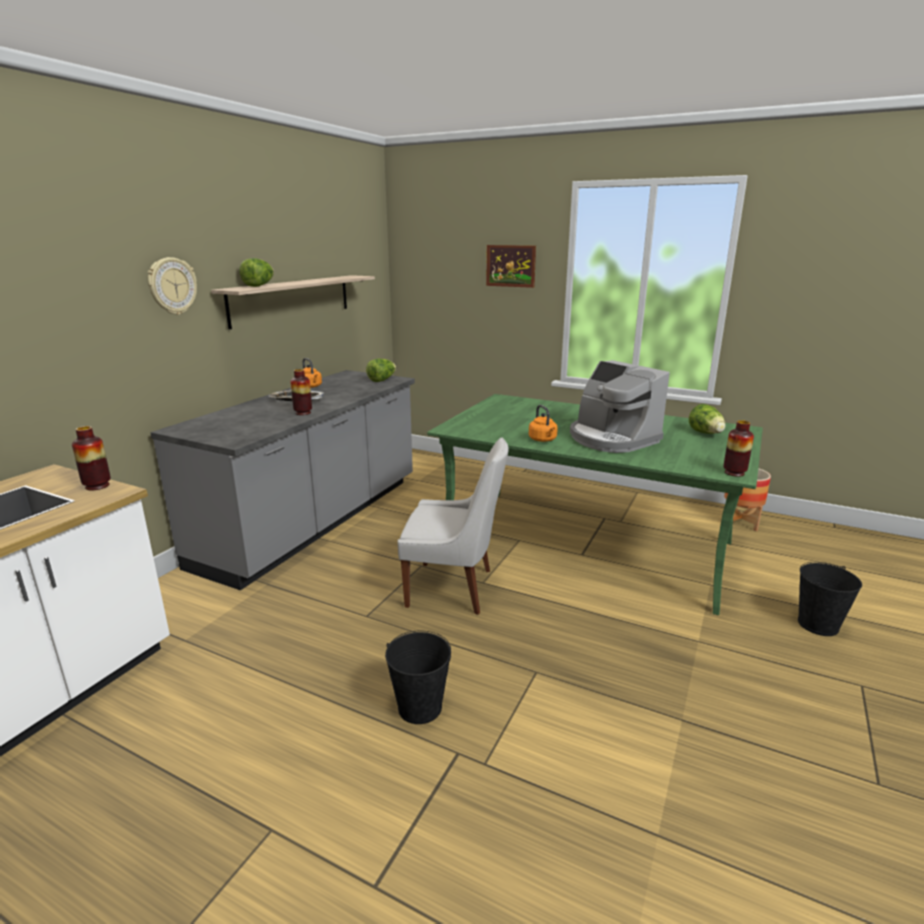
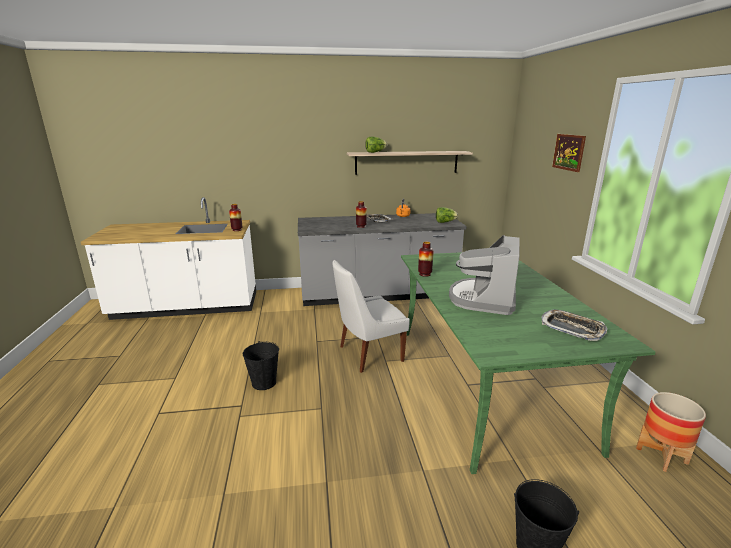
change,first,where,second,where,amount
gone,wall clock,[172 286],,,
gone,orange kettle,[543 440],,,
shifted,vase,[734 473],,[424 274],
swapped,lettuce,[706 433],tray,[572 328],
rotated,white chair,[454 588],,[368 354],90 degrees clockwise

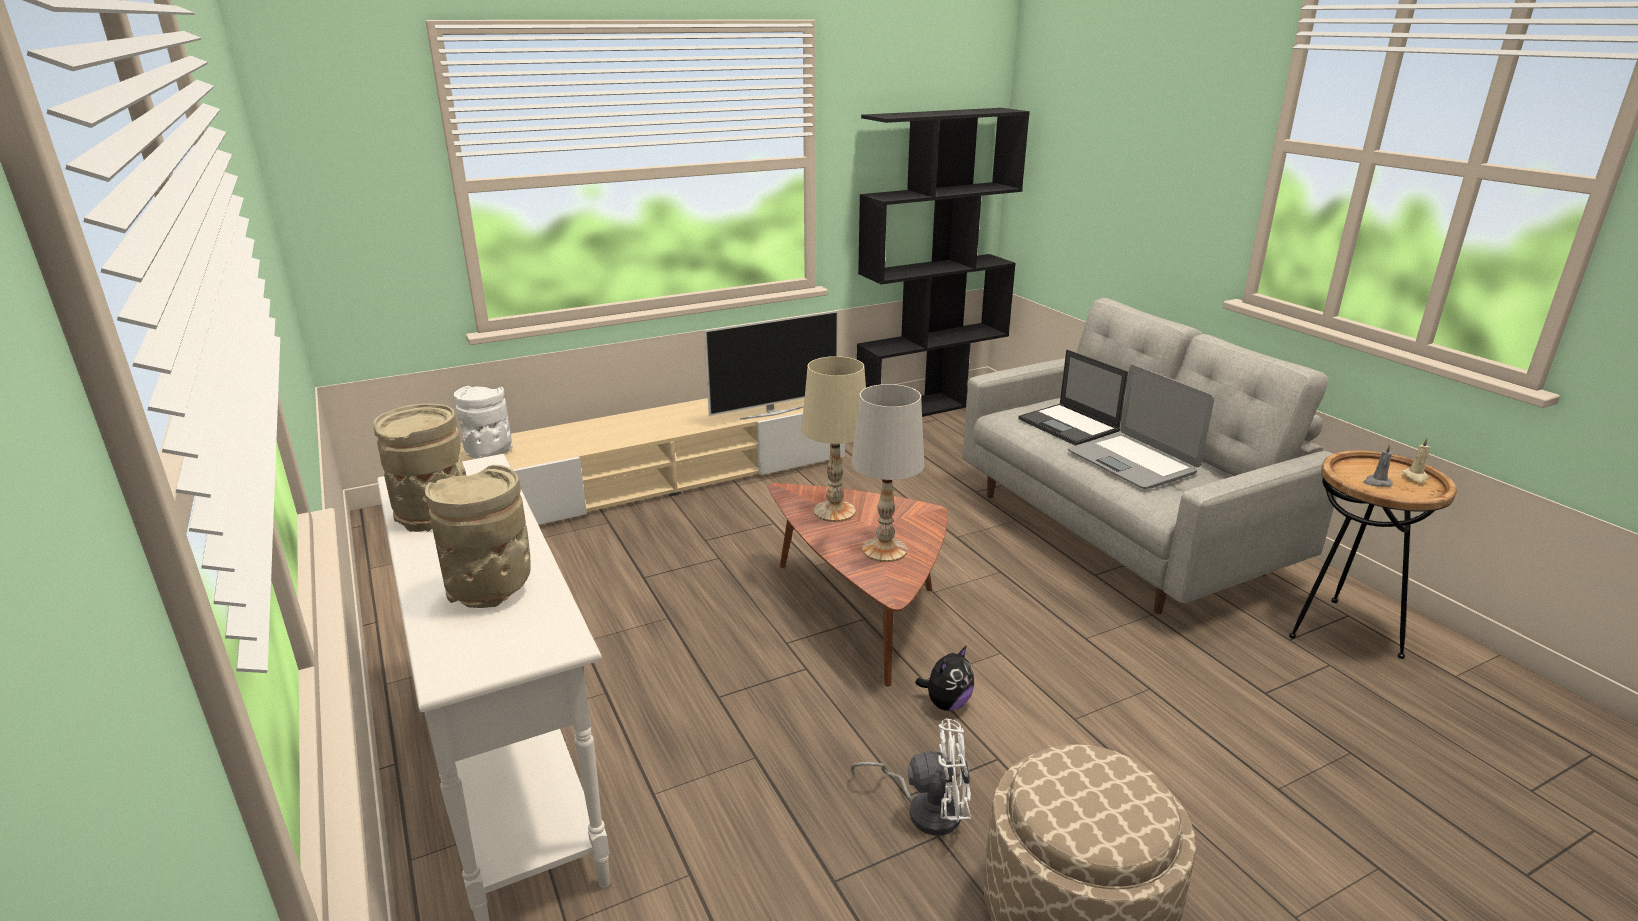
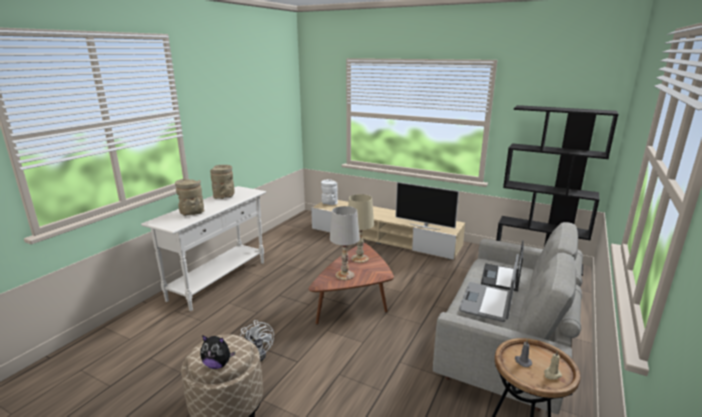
change,first,where,second,where,amount
shifted,plush toy,[946 703],,[218 364],

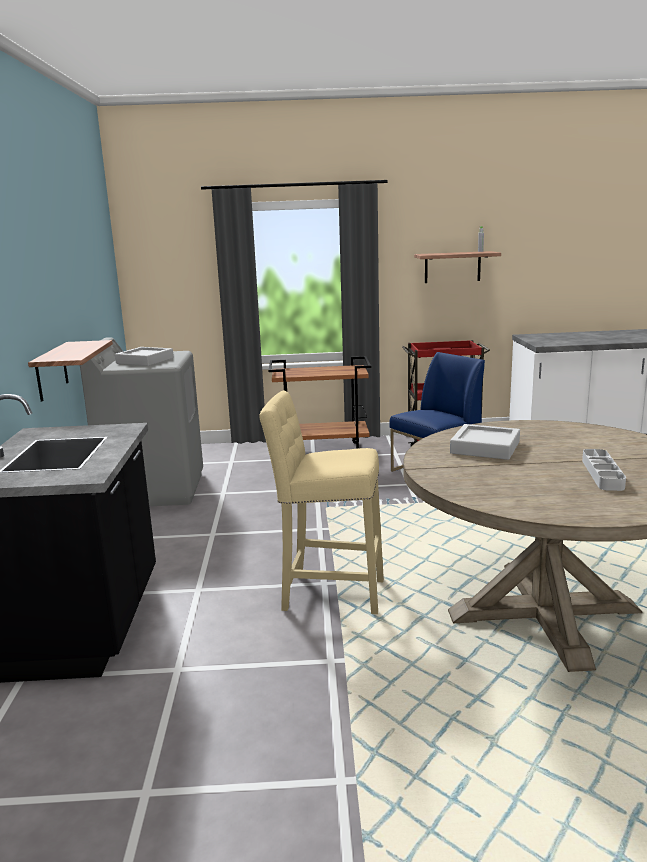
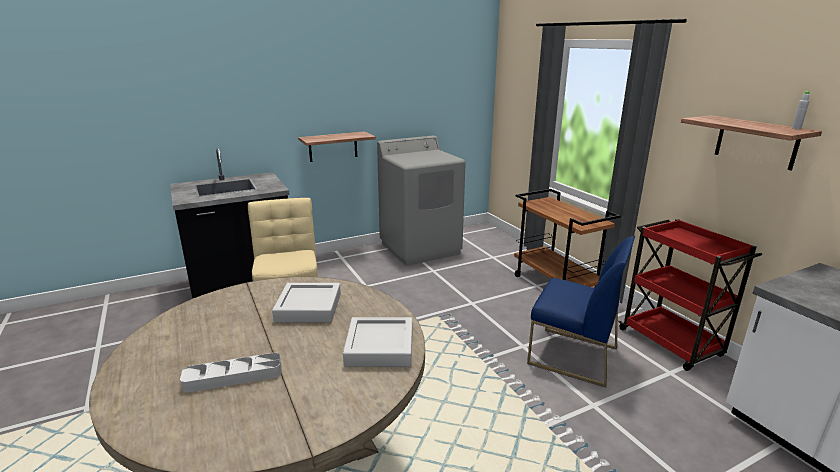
change,first,where,second,where,amount
shifted,grey tray,[145 361],,[380 347],

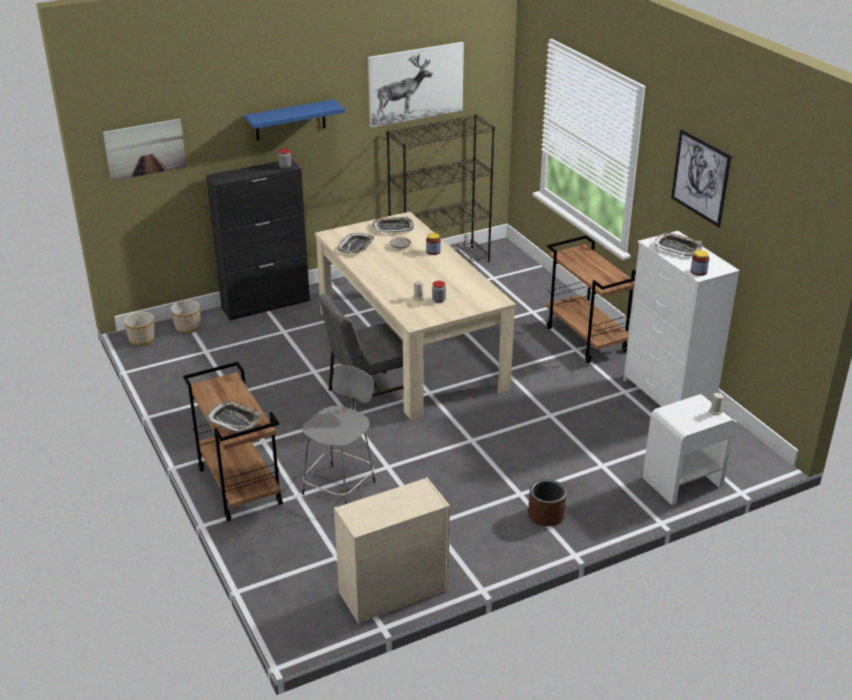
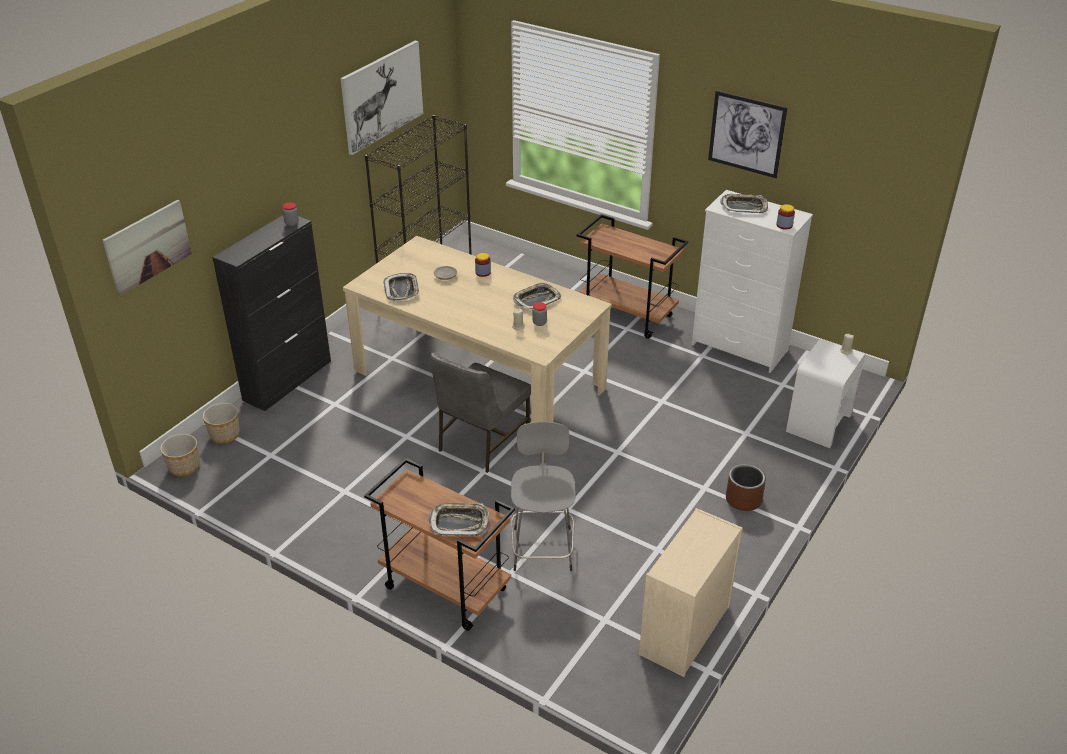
change,first,where,second,where,amount
gone,blue shelf,[290 120],,,
shifted,tray,[393 228],,[536 299],

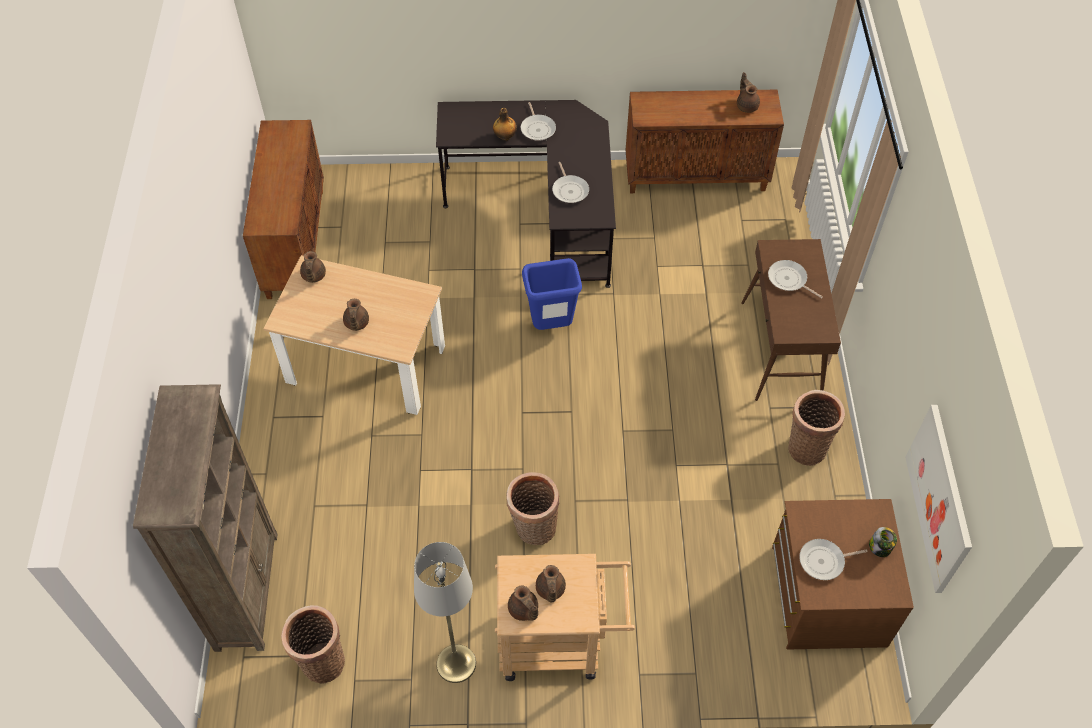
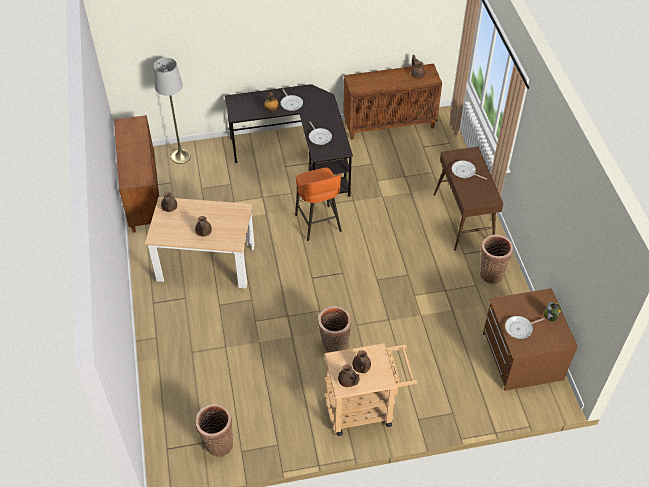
change,first,where,second,where,amount
gone,brown bookcase,[247 590],,,
gone,picture,[939 498],,,
shifted,grey floor lamp,[456 663],,[181 156],
swapped,blue trash can,[551 326],orange stool,[318 224],

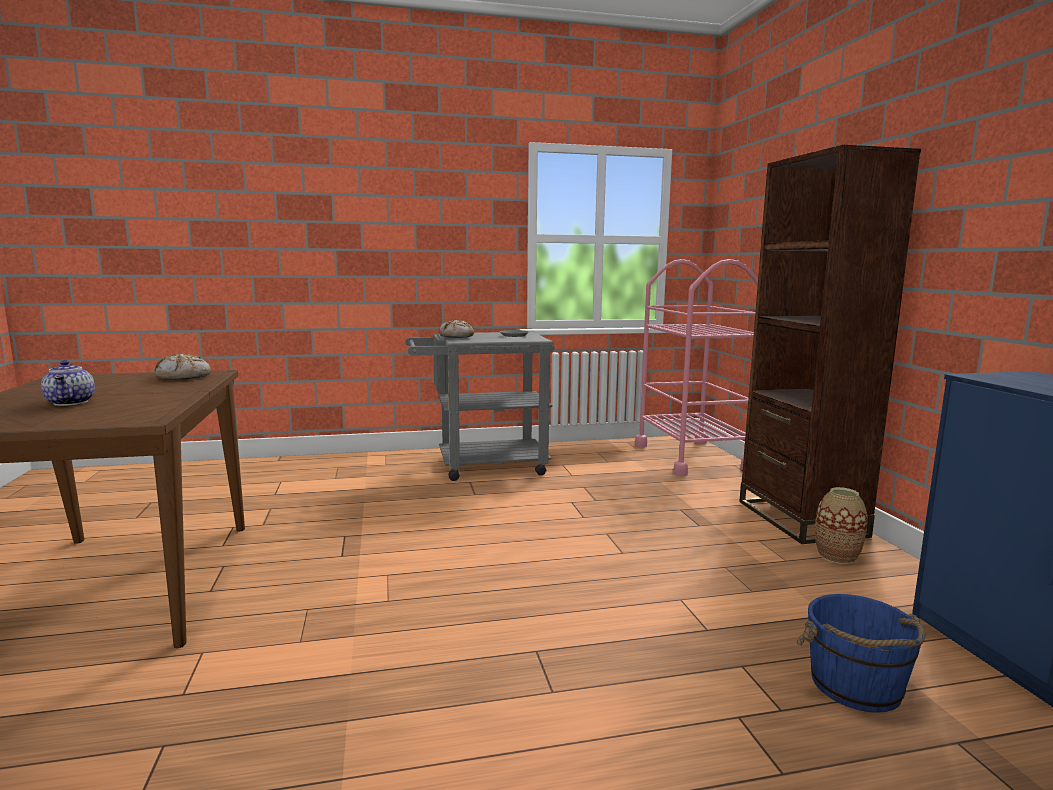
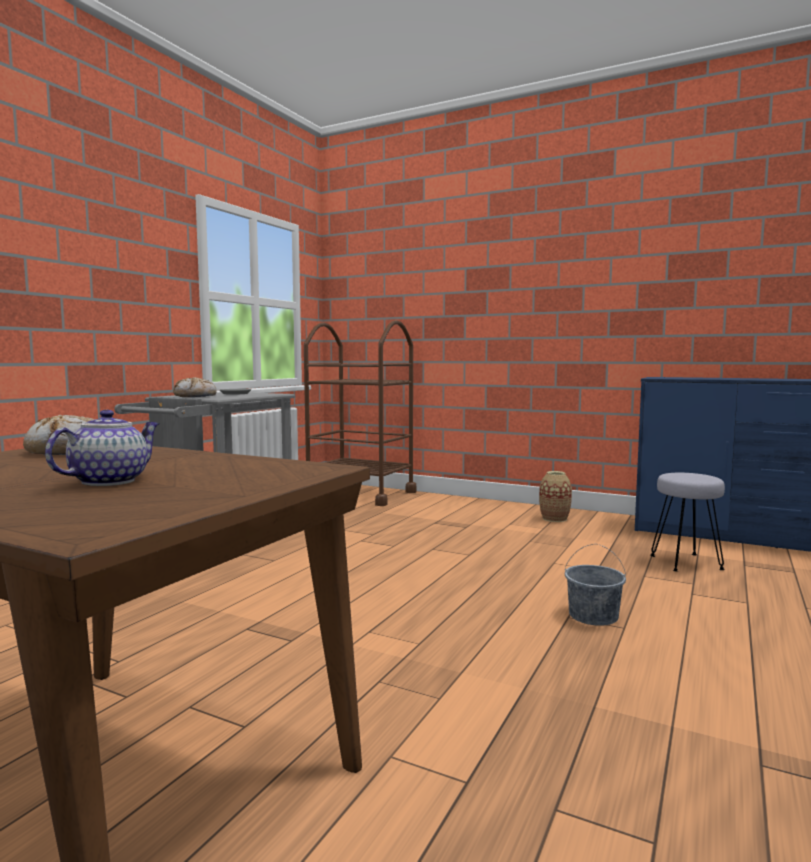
change,first,where,second,where,amount
gone,brown bookcase,[800 518],,,
new,,,grey bucket,[593 616],
swapped,blue bucket,[856 686],grey stool,[686 563],
repainted,pink cart,[691 457],brown cart,[360 494],
rotated,teapot,[72 402],,[109 481],75 degrees counterclockwise

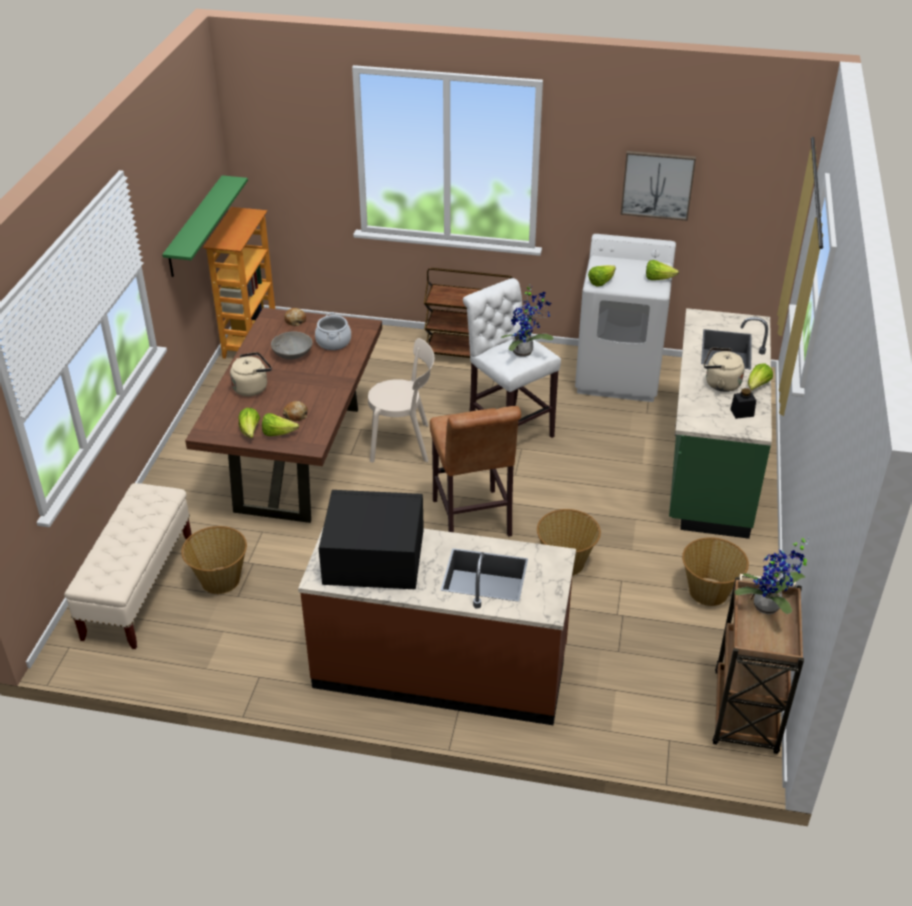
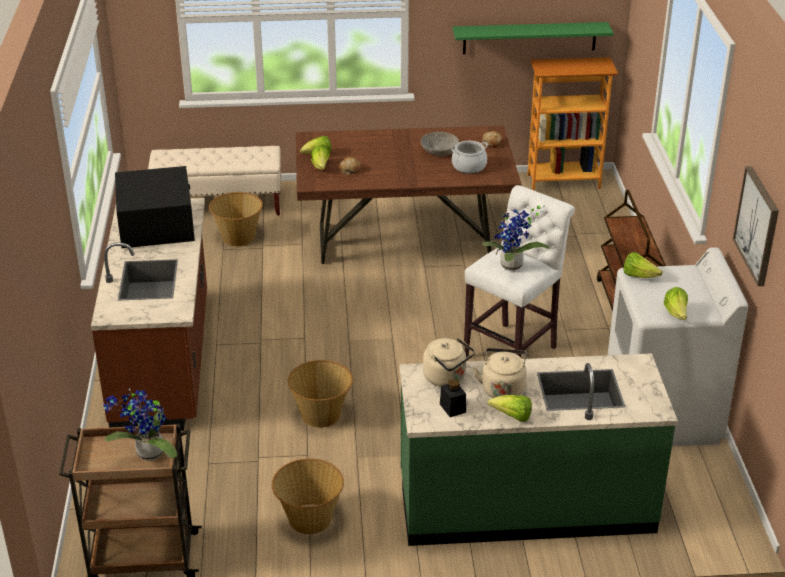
change,first,where,second,where,amount
gone,beige chair,[403 443],,,
gone,brown stool,[473 521],,,
shifted,beige kettle,[252 387],,[447 378],

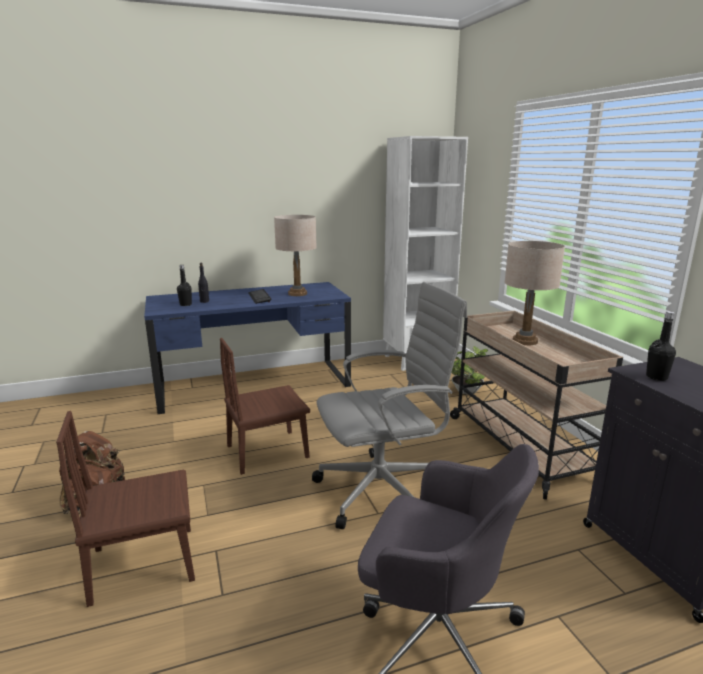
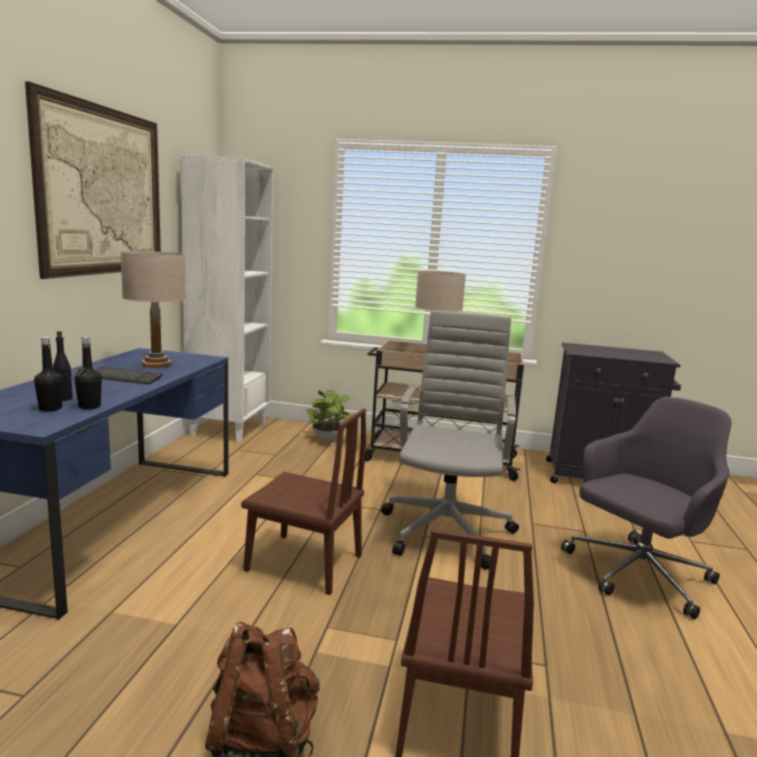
change,first,where,second,where,amount
new,,,picture,[103 191],
shifted,black bottle,[656 377],,[89 406],
rotated,brown chair,[267 451],,[304 563],75 degrees counterclockwise

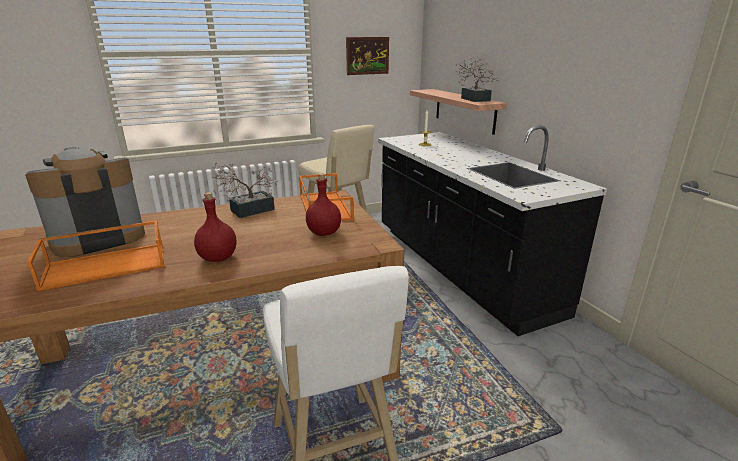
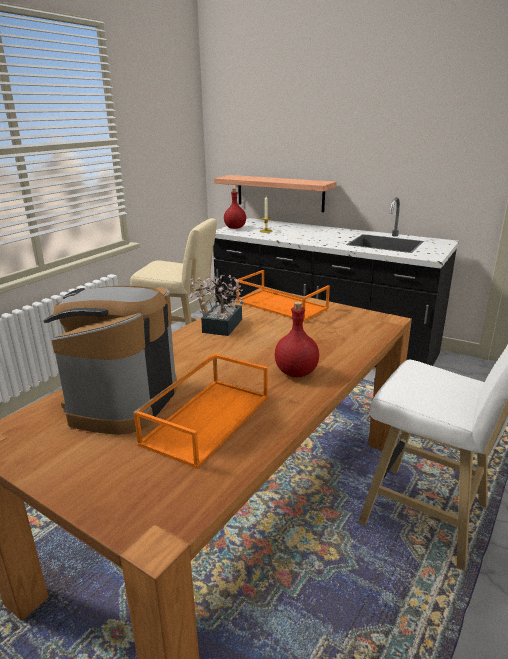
change,first,where,second,where,amount
gone,picture,[367 55],,,
gone,potted plant,[473 99],,,
shifted,red bottle,[324 233],,[235 228],

